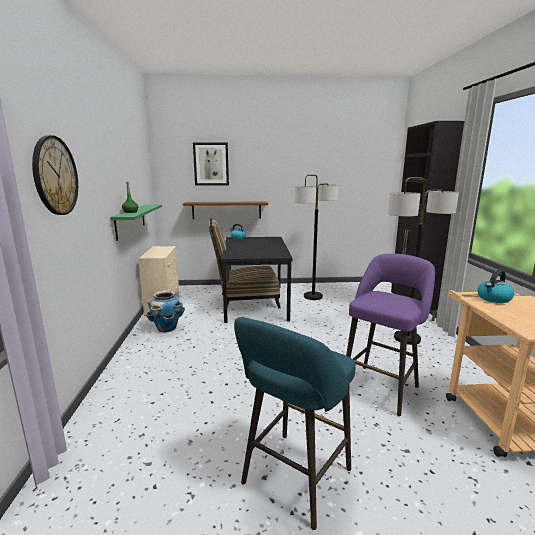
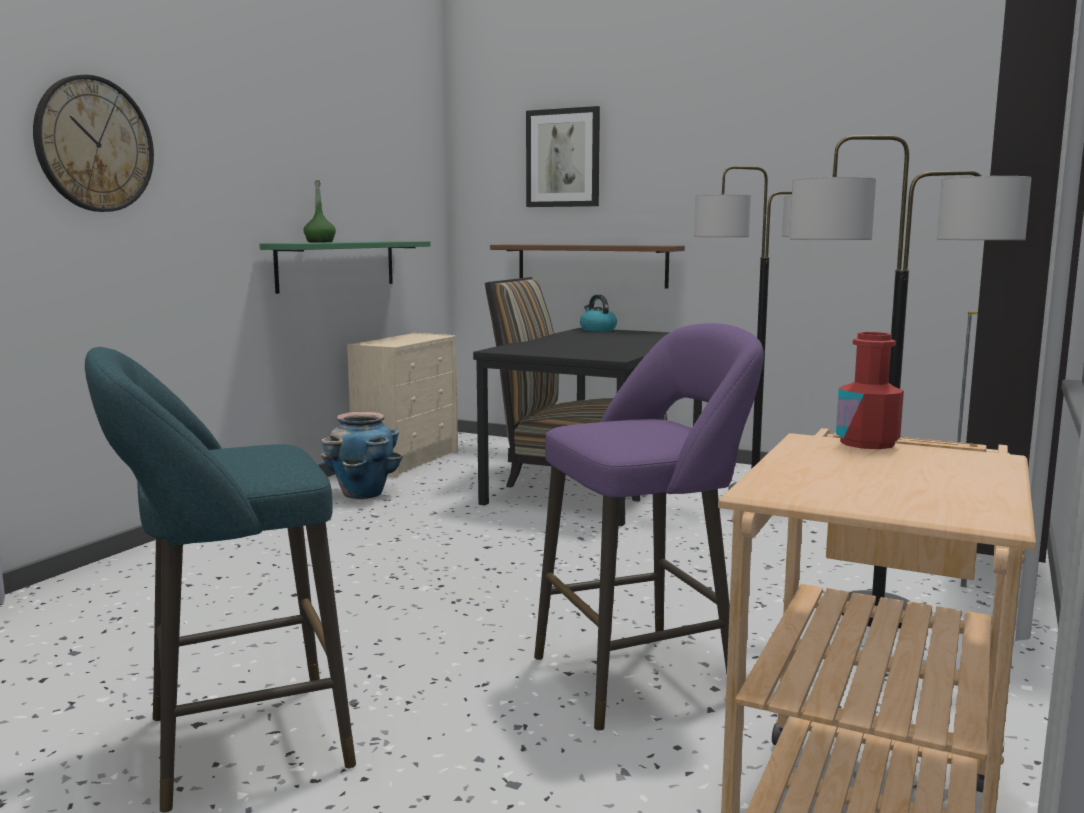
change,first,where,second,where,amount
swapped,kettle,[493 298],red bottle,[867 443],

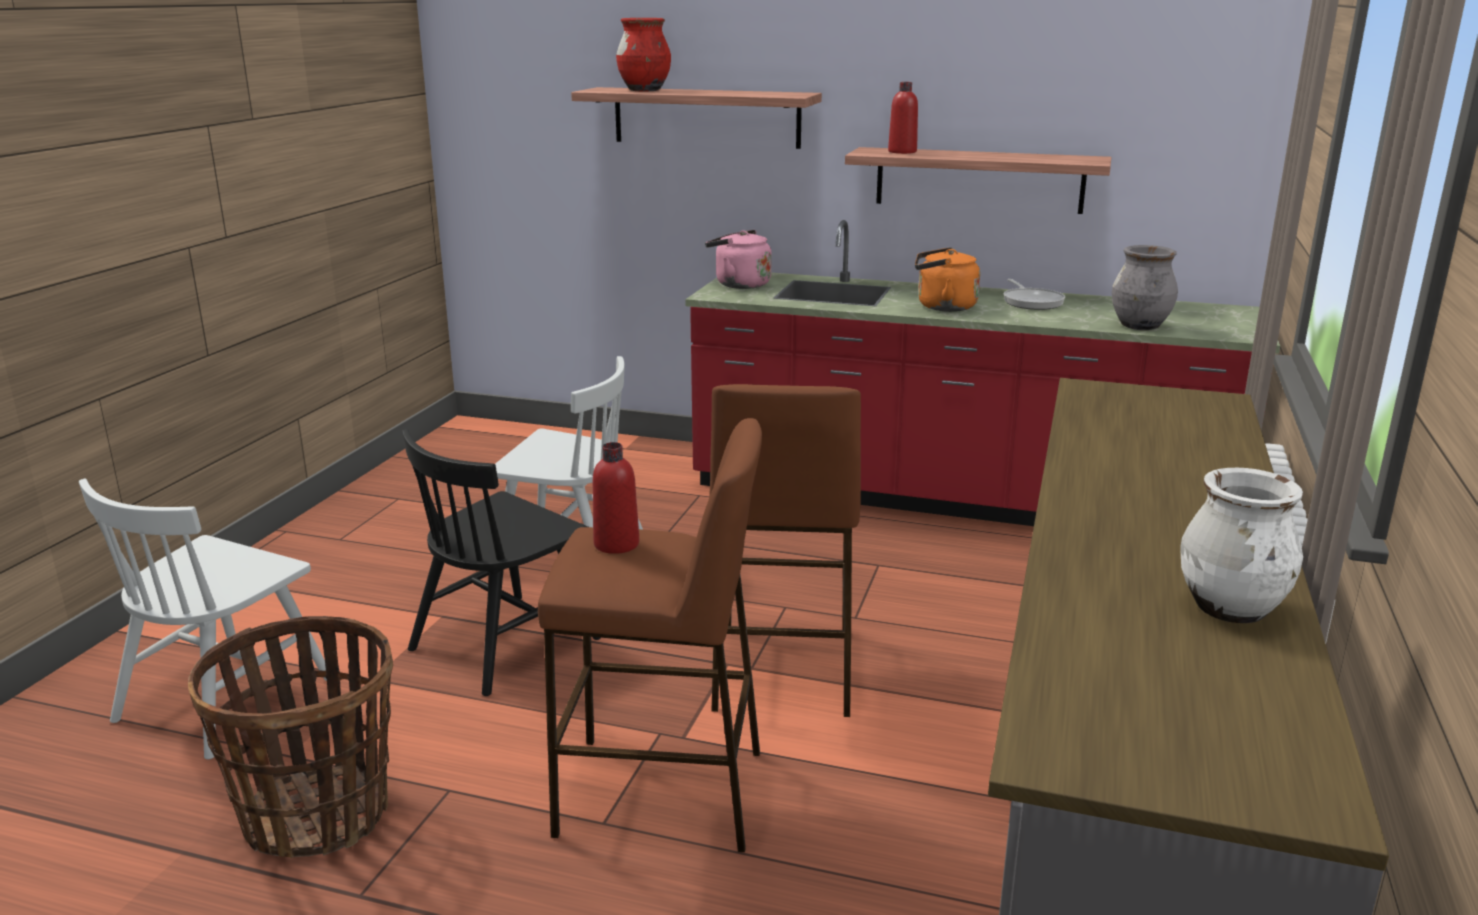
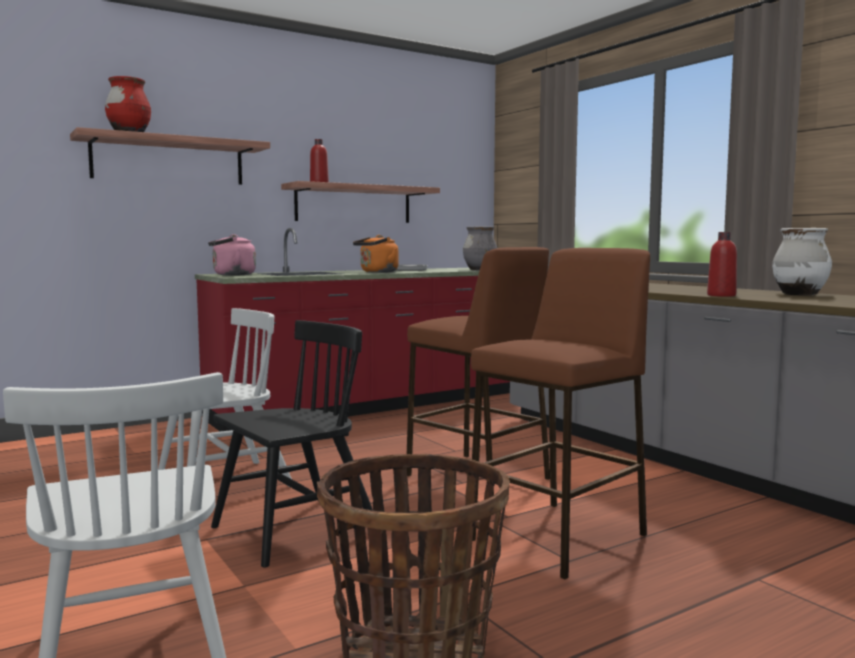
change,first,where,second,where,amount
shifted,red bottle,[616 544],,[721 295],
rotated,black chair,[505 643],,[294 530],120 degrees counterclockwise

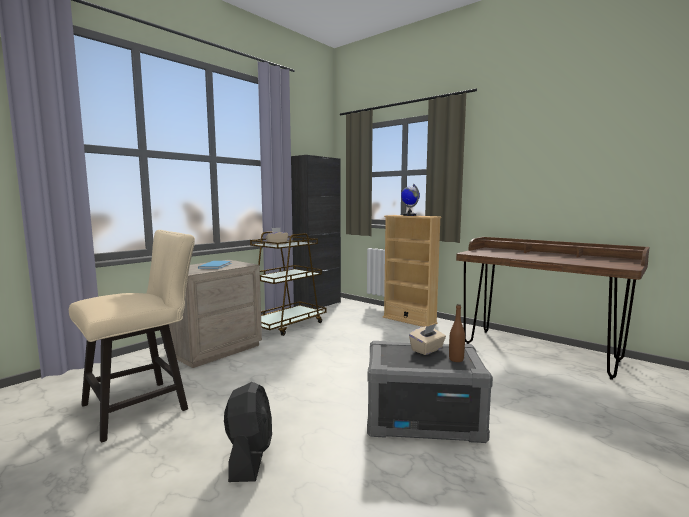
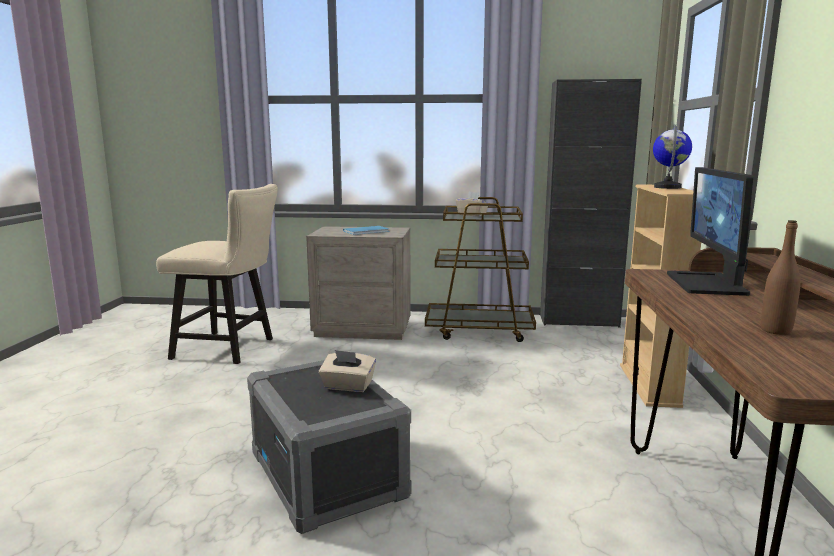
change,first,where,second,where,amount
gone,black fan,[250 456],,,
new,,,monitor,[708 284],
shifted,brown bottle,[456 359],,[775 330],

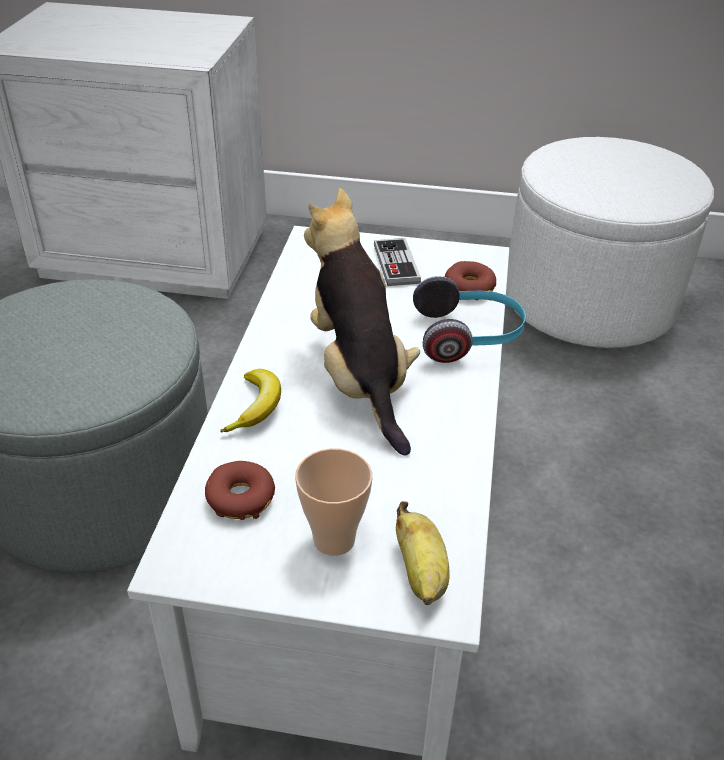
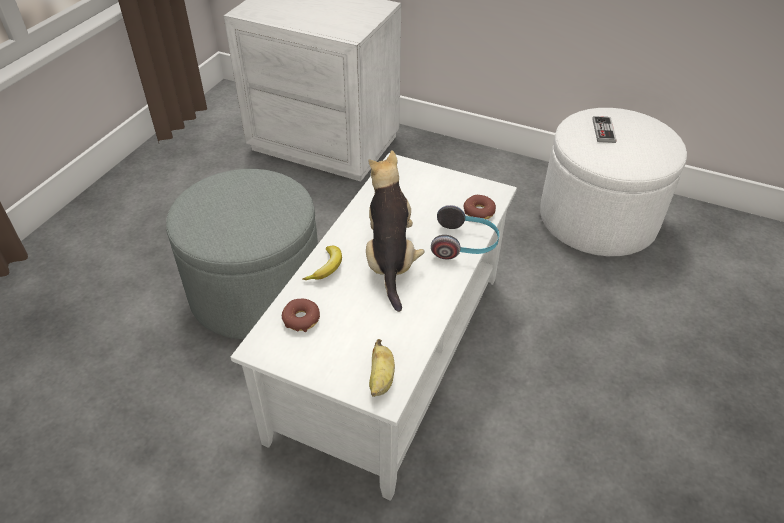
change,first,where,second,where,amount
gone,cup,[334 540],,,
shifted,game controller,[396 264],,[603 131],

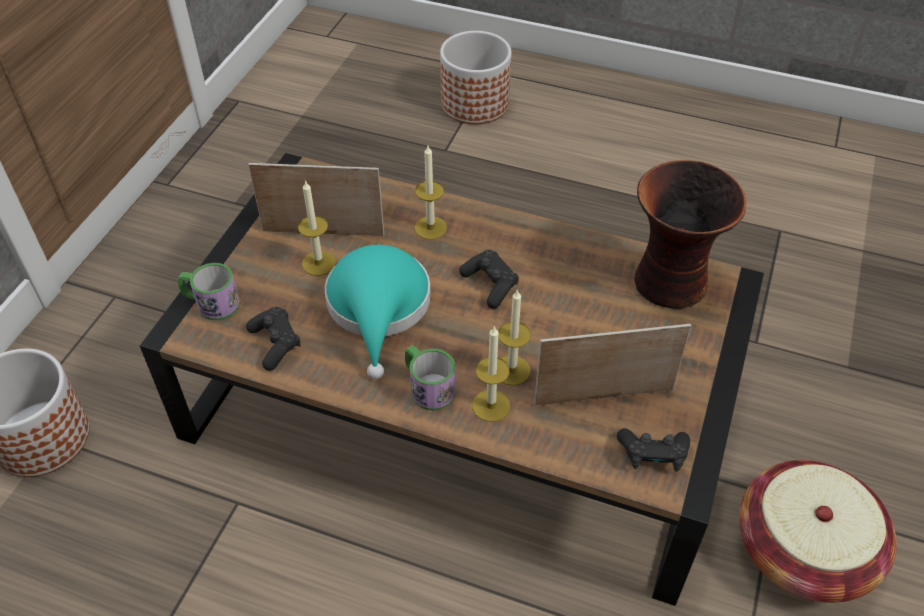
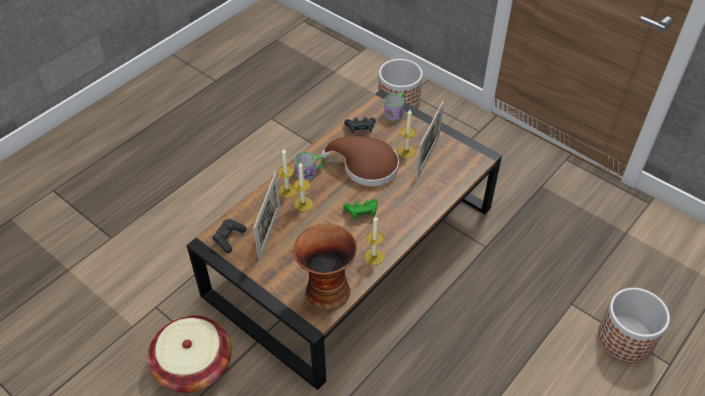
change,first,where,second,where,amount
shifted,candle,[430 228],,[374 257],
repainted,turquoise hat,[379 308],brown hat,[366 167],
repainted,black game controller,[490 285],green game controller,[361 212],

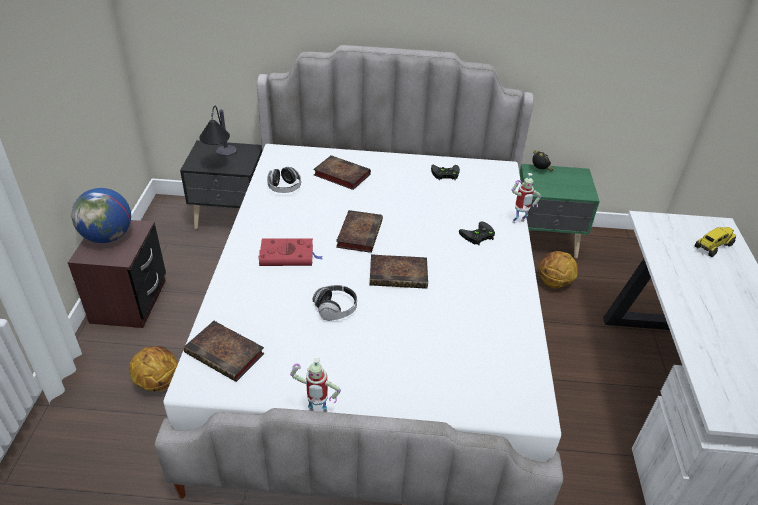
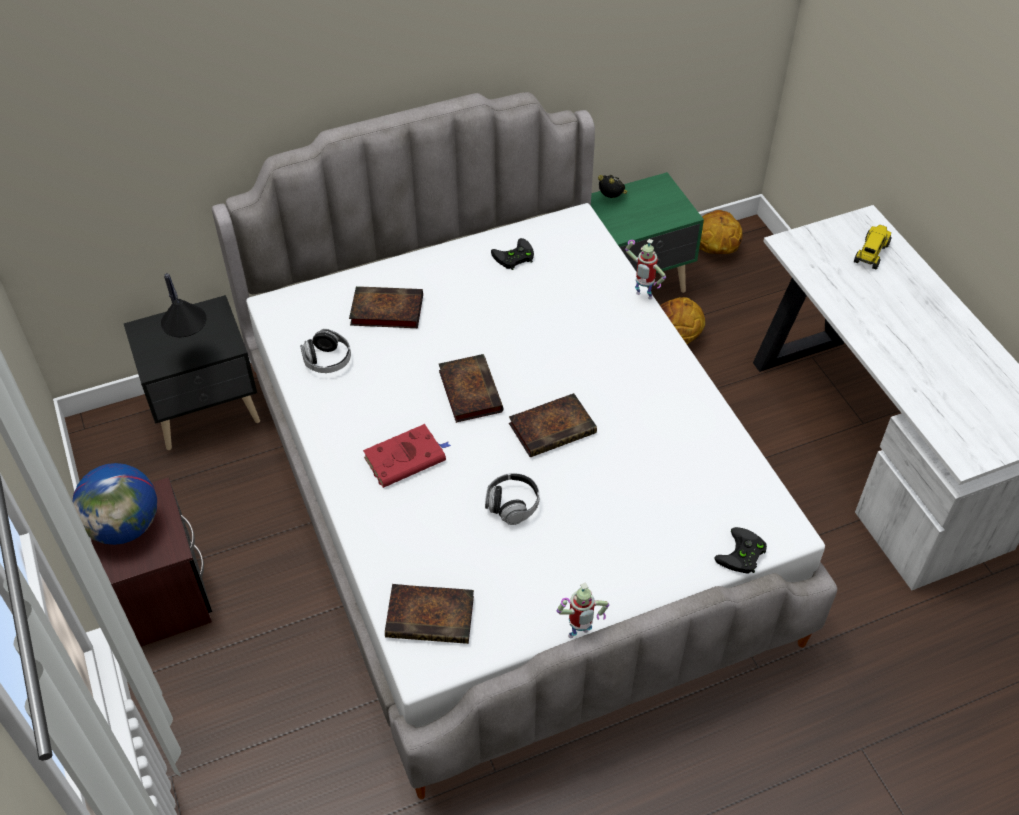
change,first,where,second,where,amount
shifted,basketball,[157 382],,[714 250],
shifted,black game controller,[477 236],,[742 555],
rotated,toy robot,[518 222],,[642 297],75 degrees clockwise

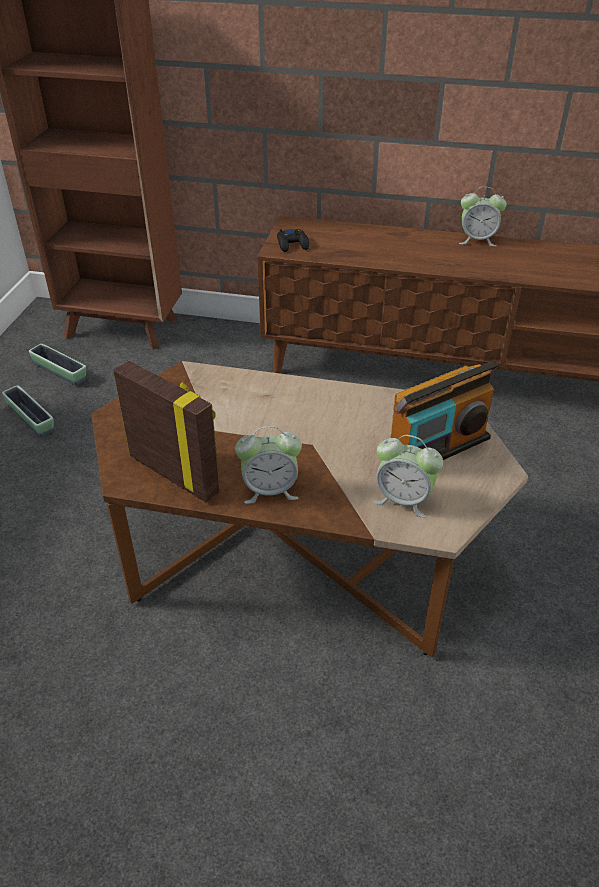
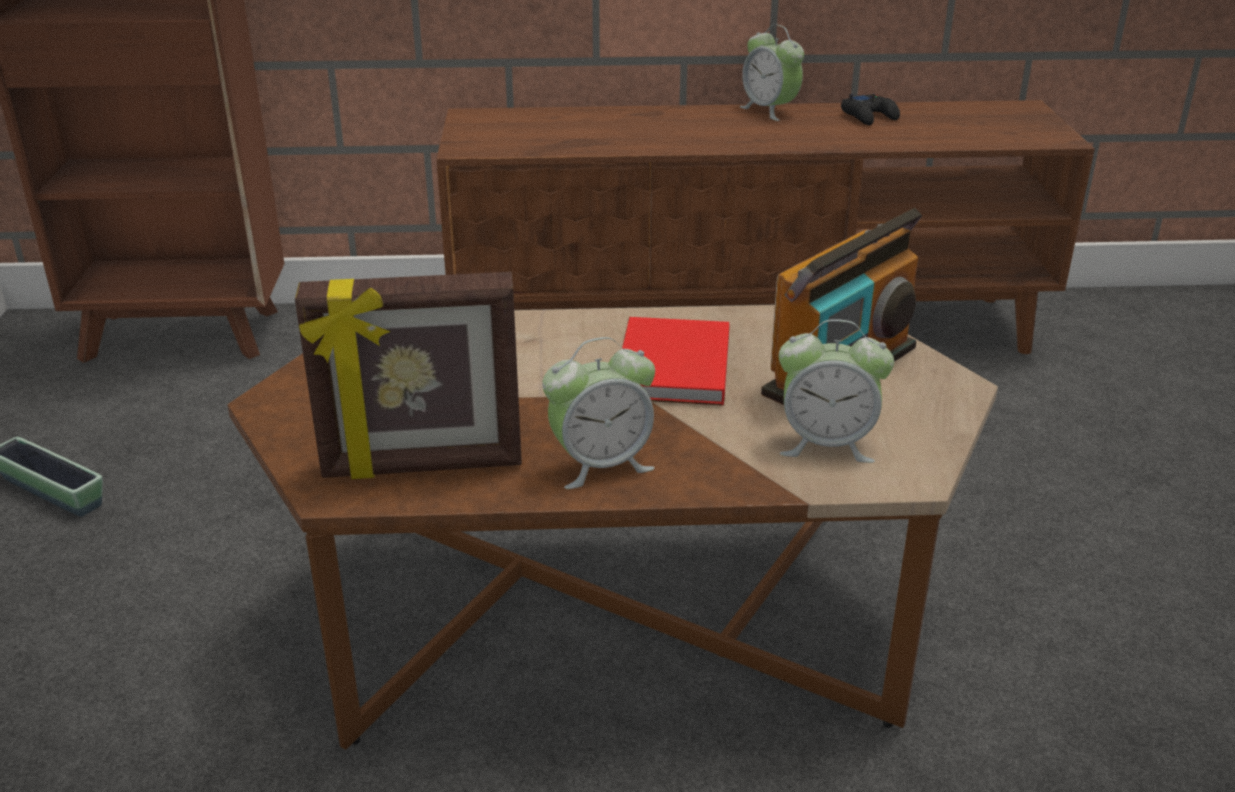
change,first,where,second,where,amount
gone,planter,[60 372],,,
new,,,red book,[671 368],
shifted,black game controller,[292 244],,[869 116],
rotated,picture frame,[175 473],,[423 466],150 degrees clockwise
rotated,alarm clock,[477 240],,[769 110],60 degrees clockwise

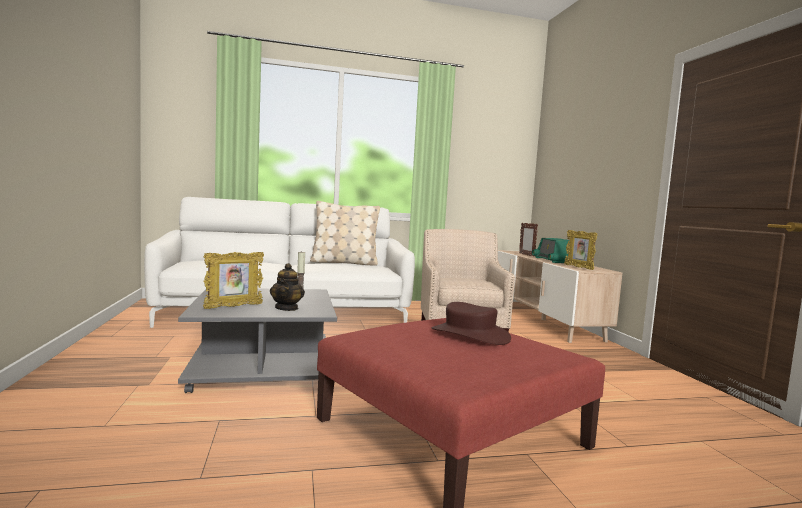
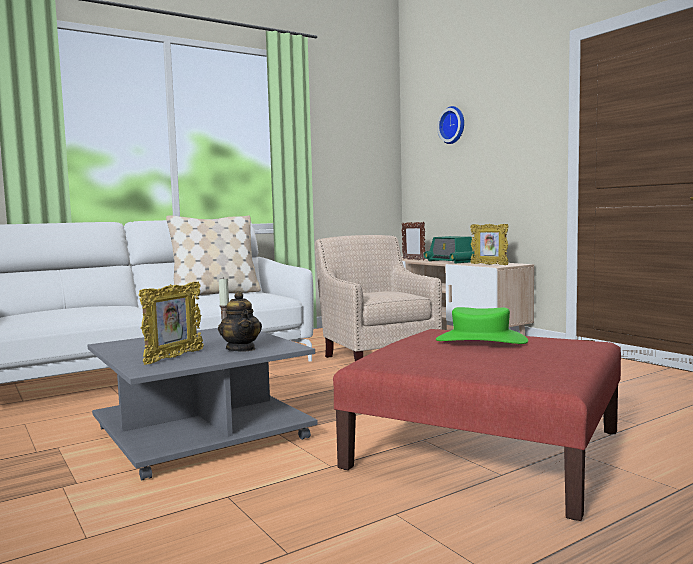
change,first,where,second,where,amount
new,,,wall clock,[453 125],
repainted,brown hat,[469 334],green hat,[480 340],

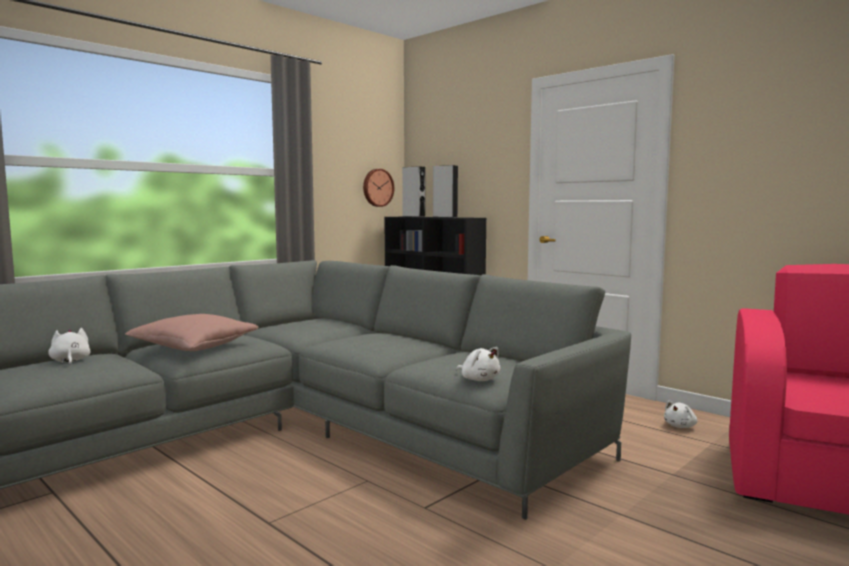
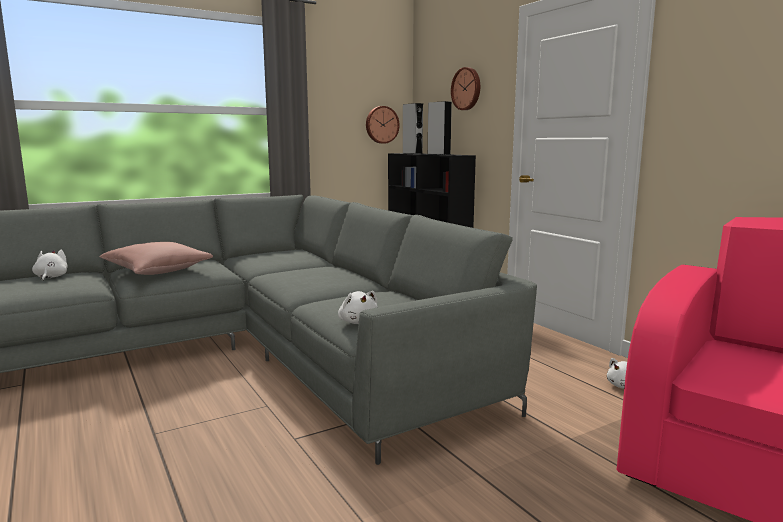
change,first,where,second,where,amount
new,,,wall clock,[467 89],

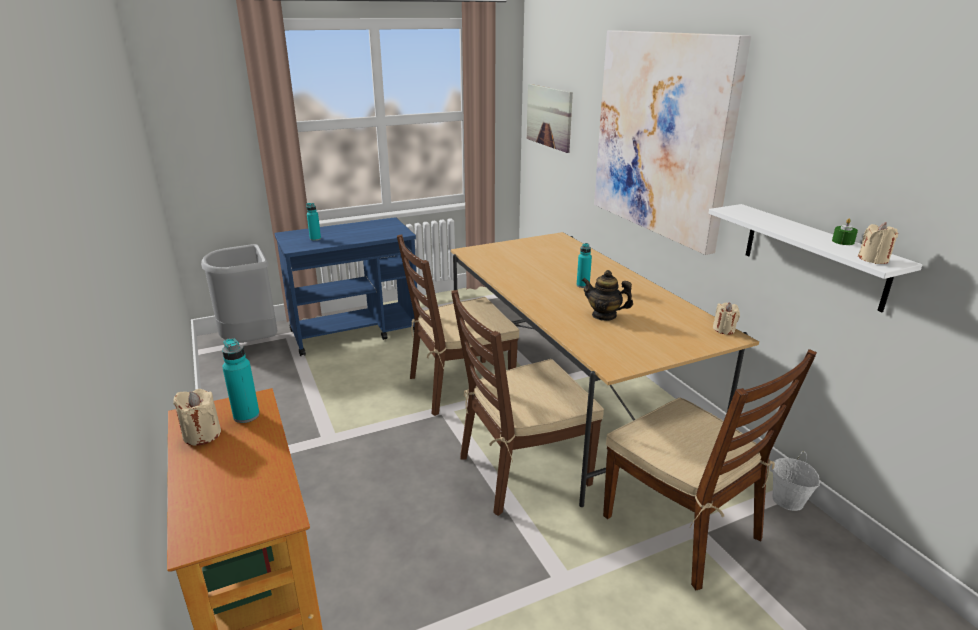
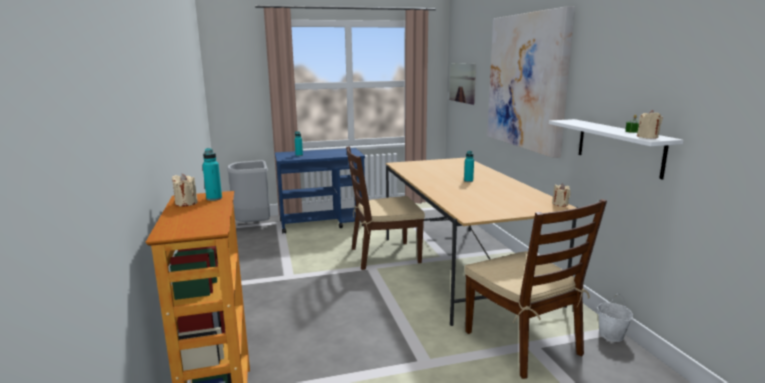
change,first,where,second,where,amount
gone,brown chair,[522 470],,,
gone,teapot,[604 315],,,

